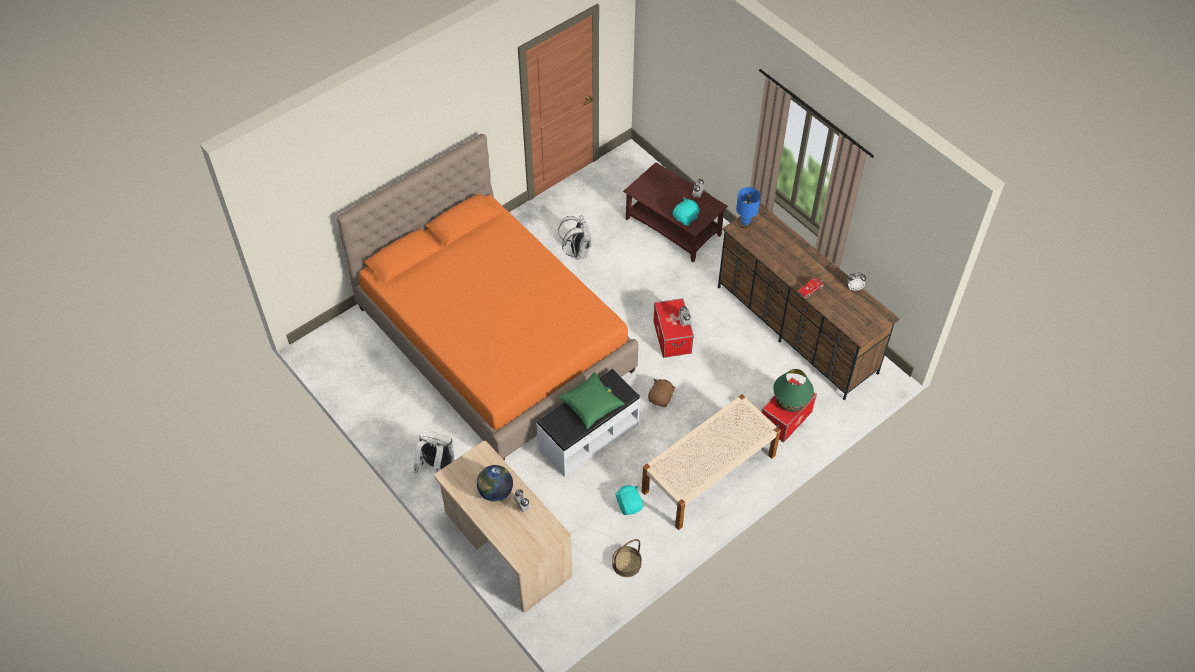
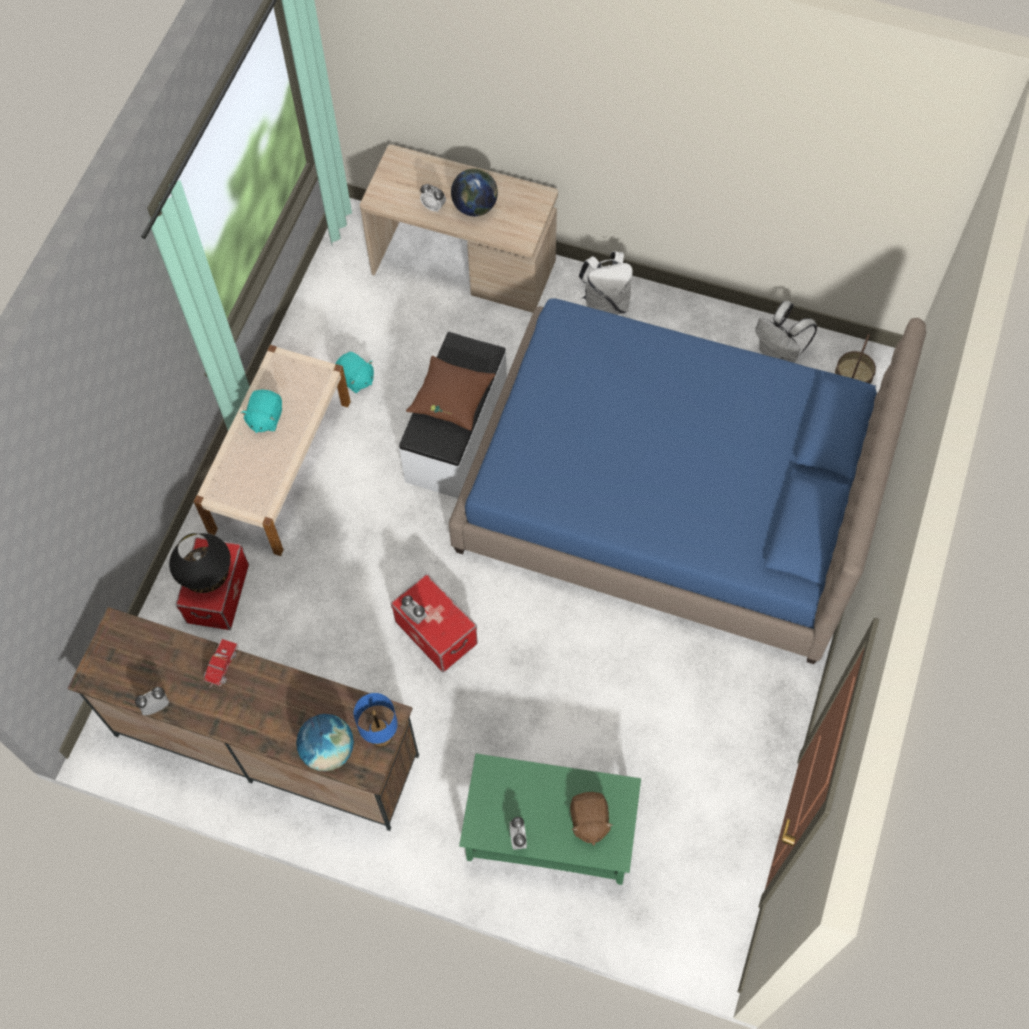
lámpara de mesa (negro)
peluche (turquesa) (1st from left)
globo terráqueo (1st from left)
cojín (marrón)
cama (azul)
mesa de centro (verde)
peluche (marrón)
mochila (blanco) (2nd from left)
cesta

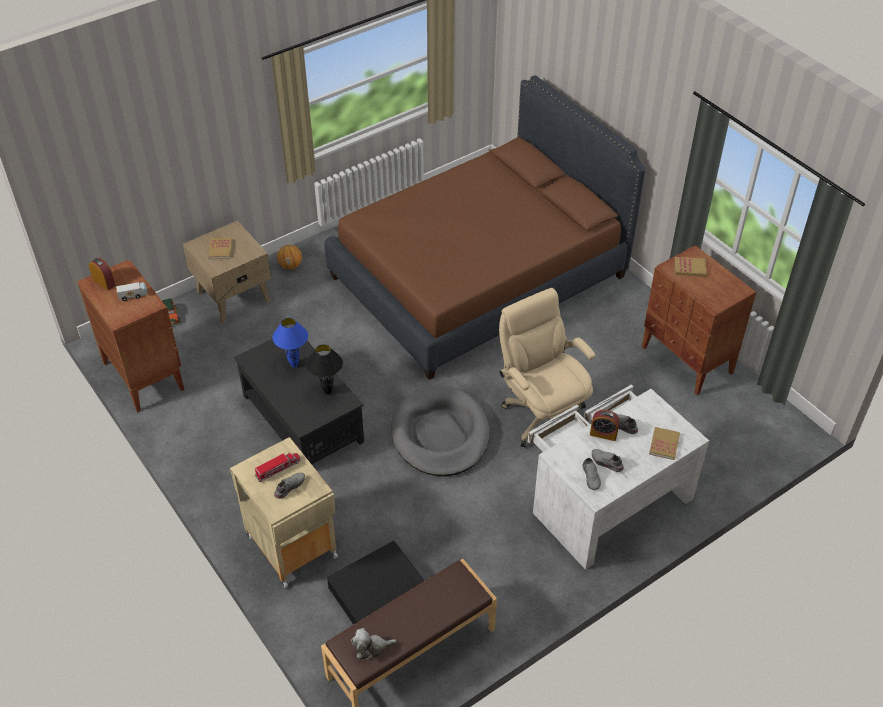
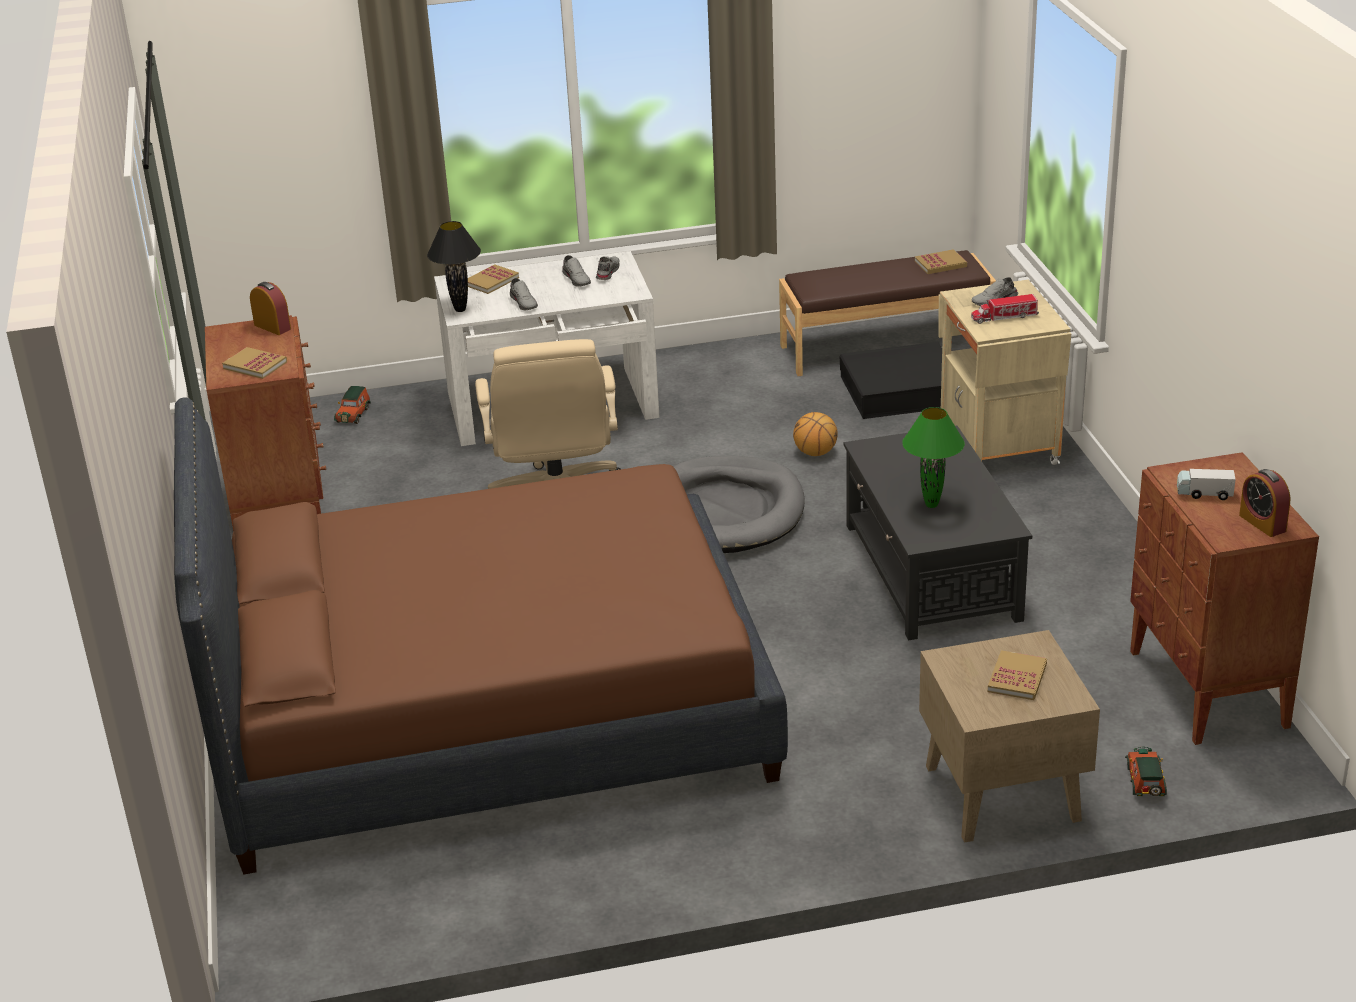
despertador (1st from left)
coche de juguete (1st from left)
lámpara de mesa (negro)
balón de baloncesto
lámpara de mesa (verde)
libro (3rd from left)

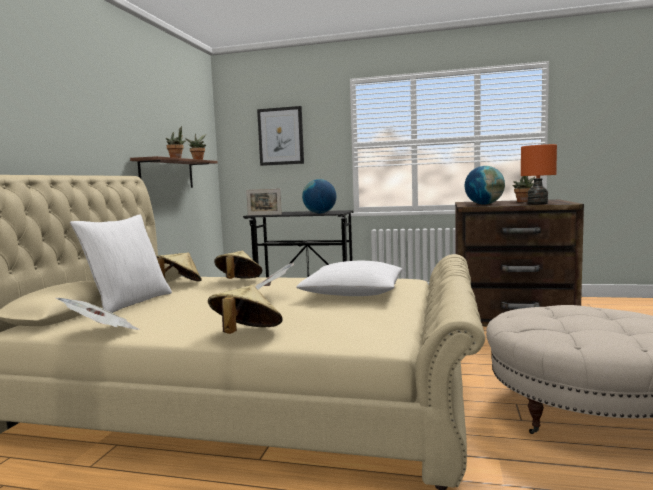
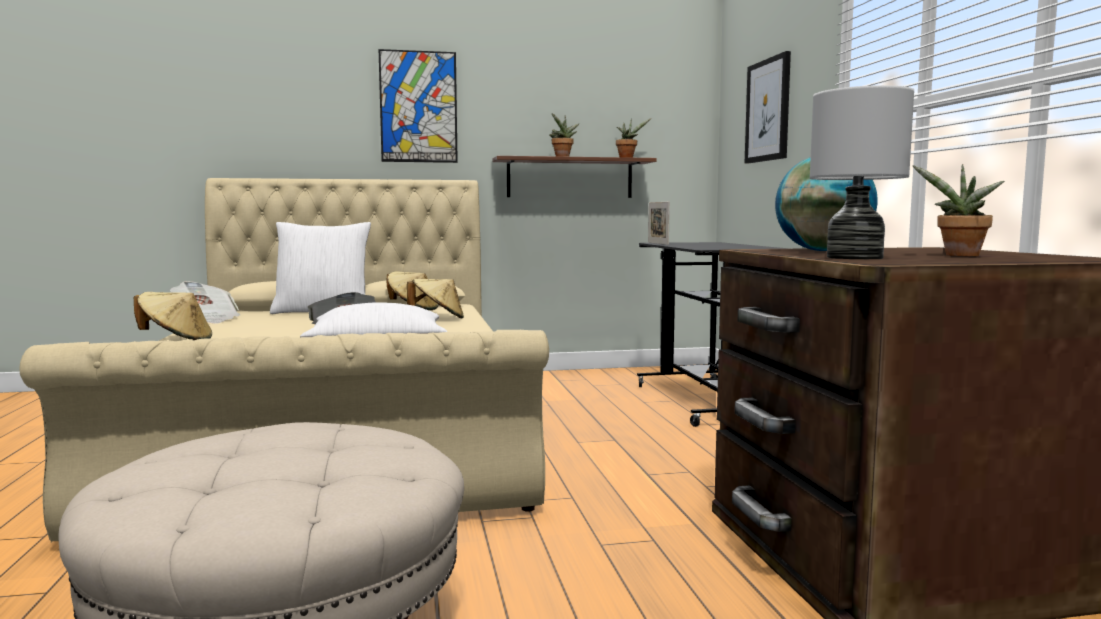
cuadro (1st from left)
lámpara de mesa (gris)
globo terráqueo (1st from left in the first image)

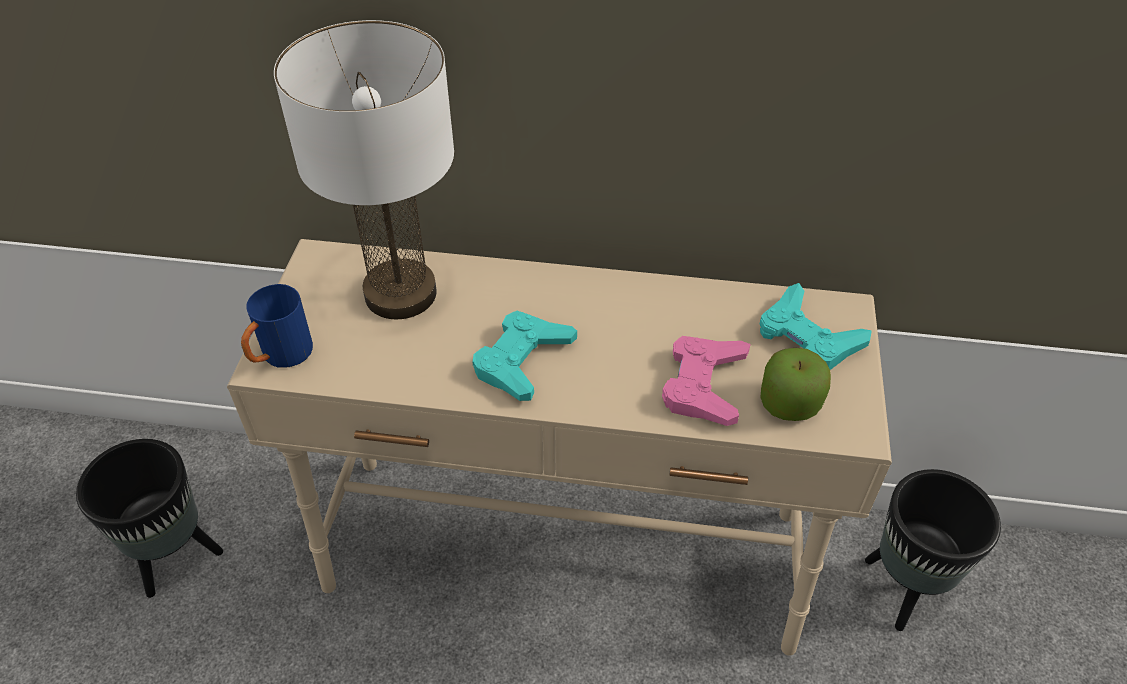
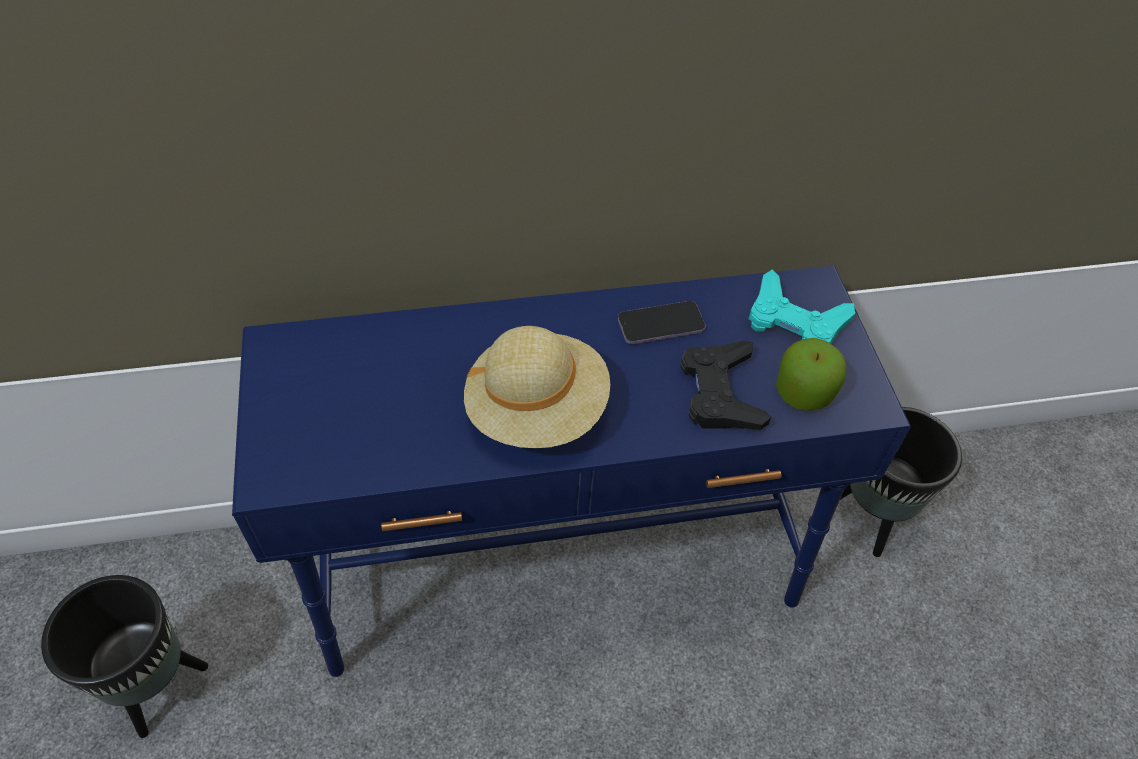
mesa consola (azul)
sombrero (beis)
móvil
mando de consola (negro)
taza grande (azul)
lámpara de mesa

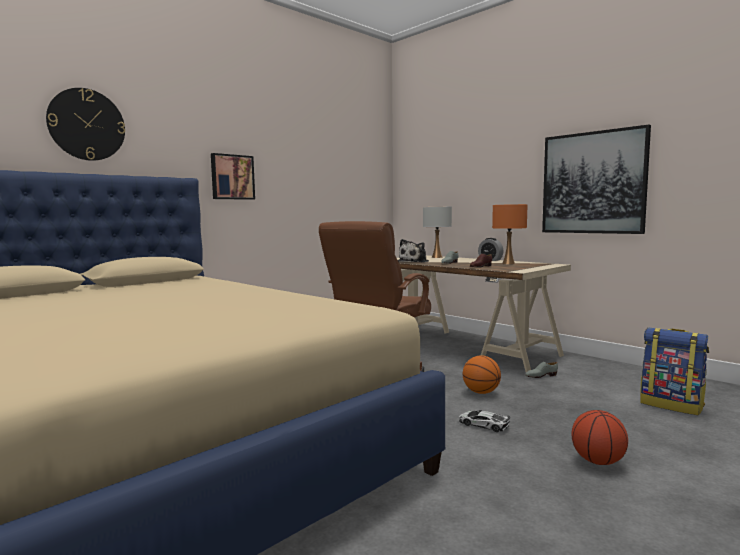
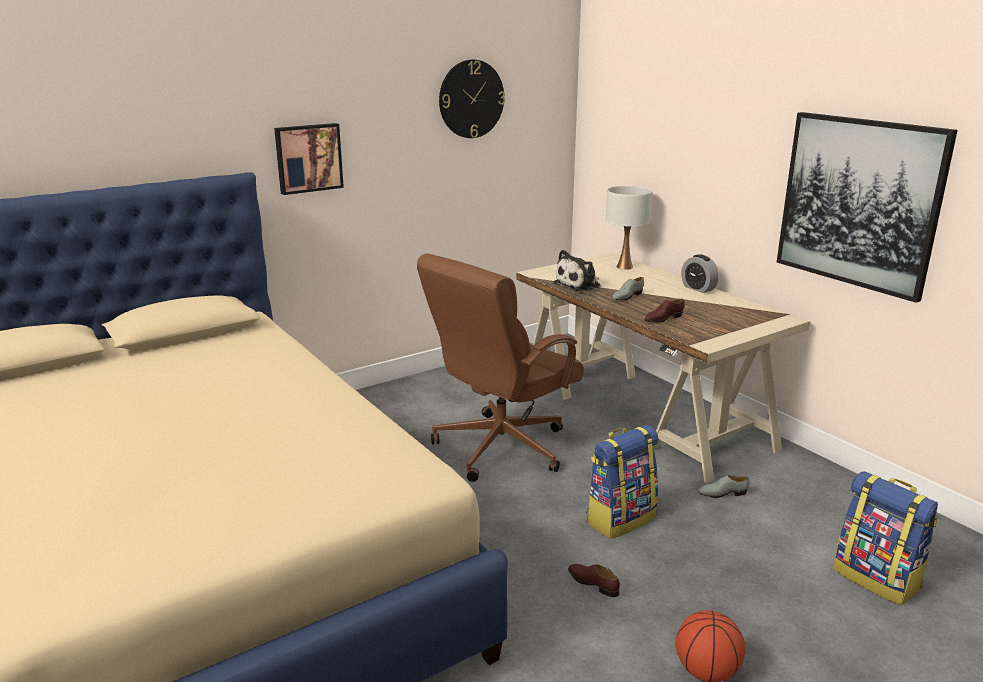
reloj de pared
zapato (marrón) (1st from left)
mochila (1st from left)
lámpara de mesa (naranja)

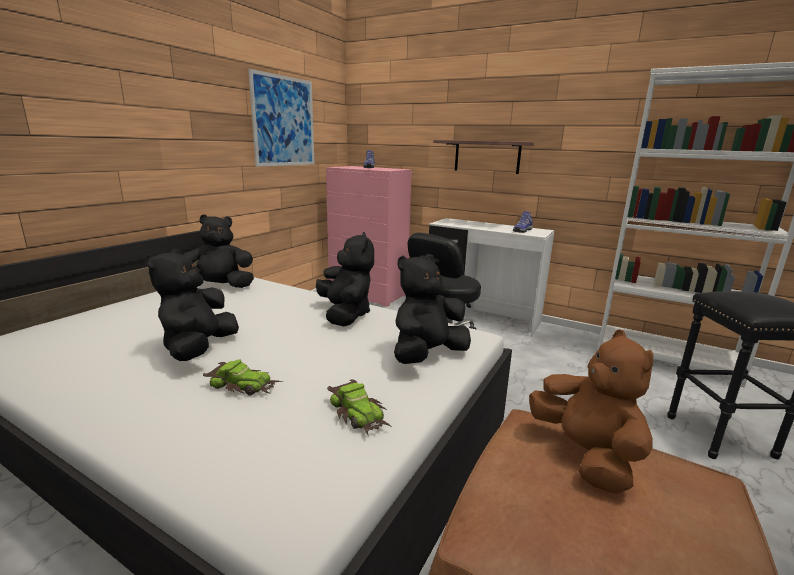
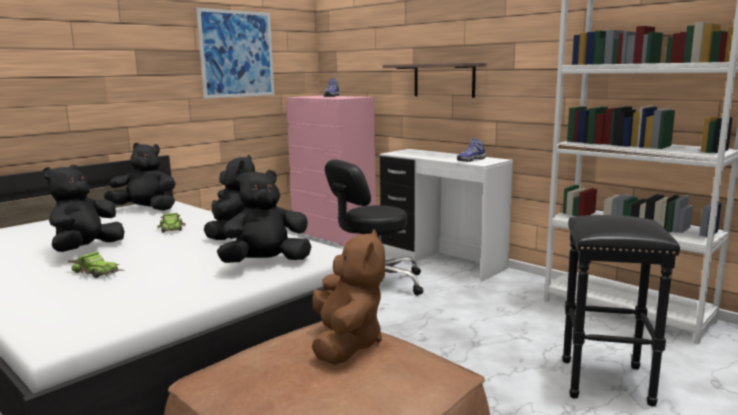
coche de juguete (2nd from left)

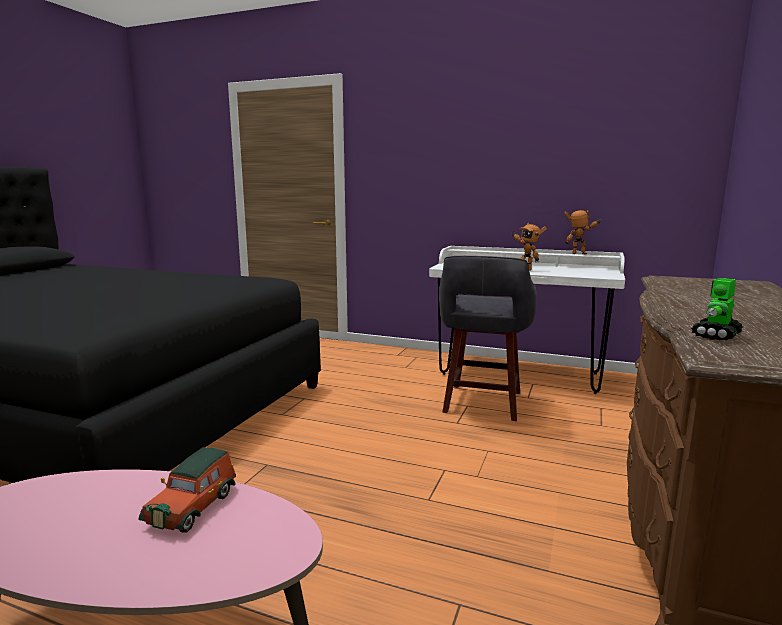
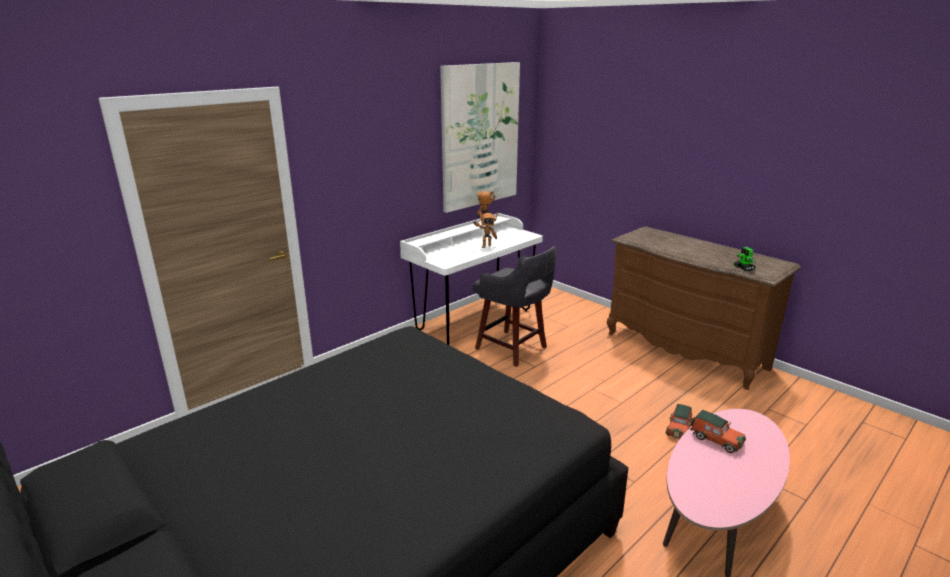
cuadro
coche de juguete (1st from left)

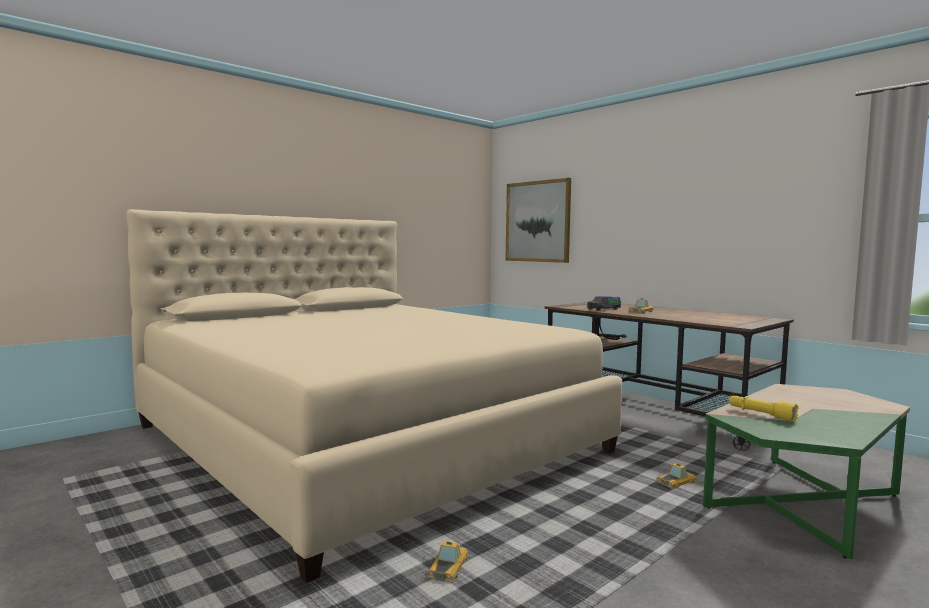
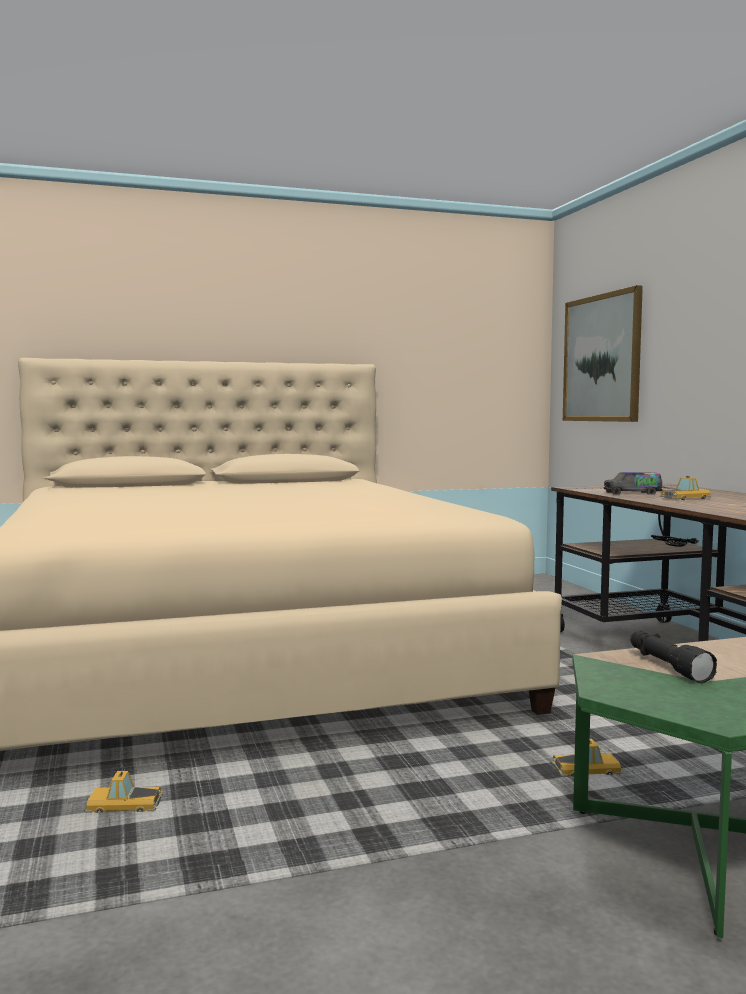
coche de juguete (1st from left)
linterna (negro)

